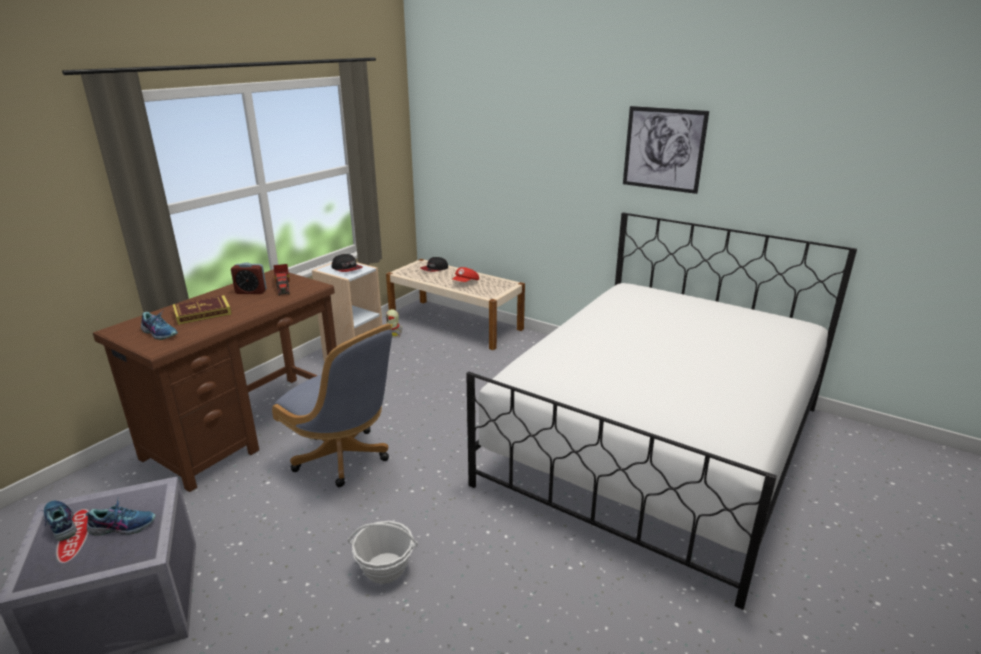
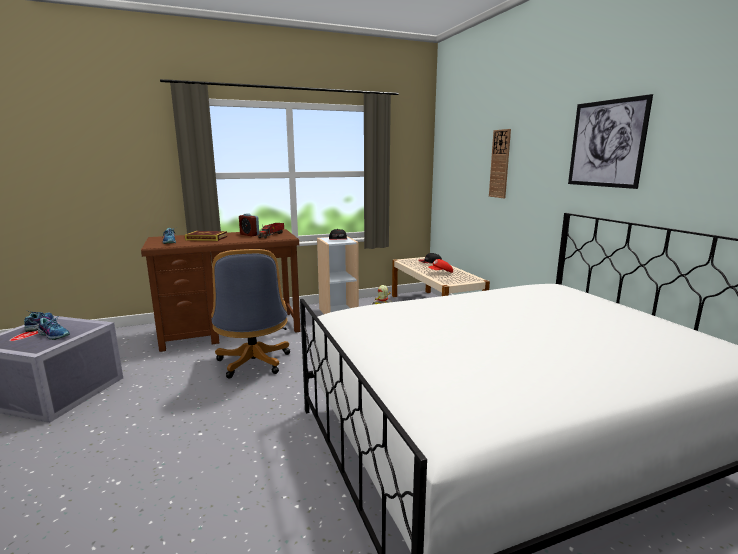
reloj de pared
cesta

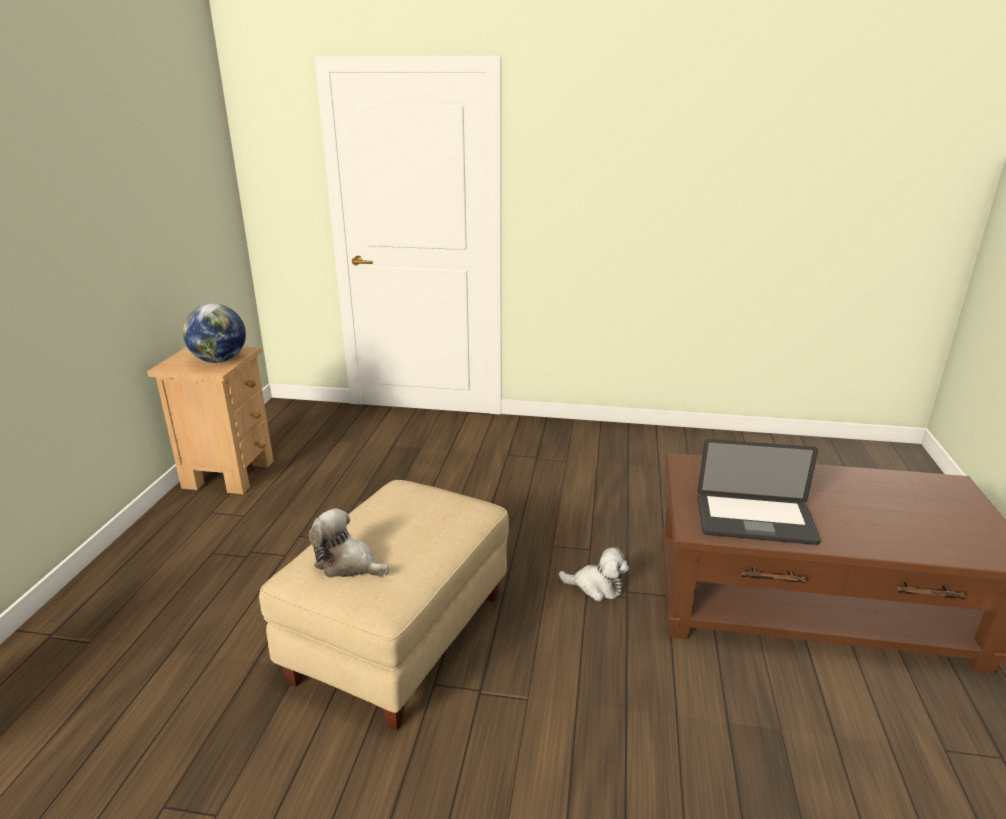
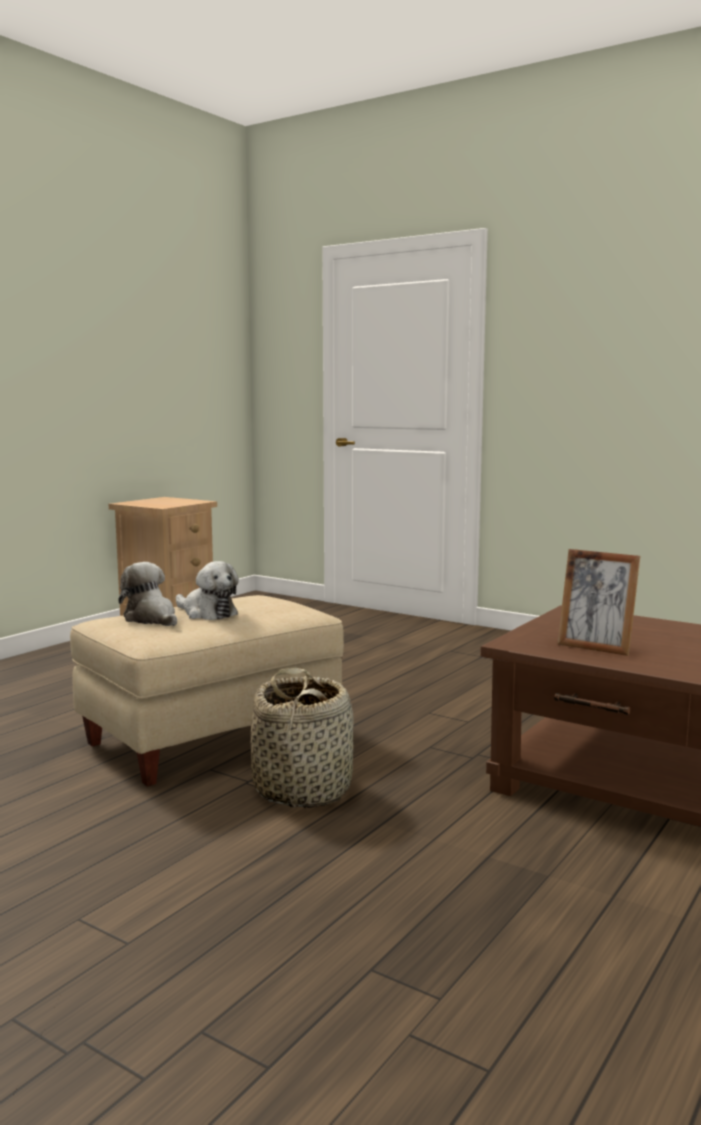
peluche (2nd from left)
cesta
portarretratos
globo terráqueo

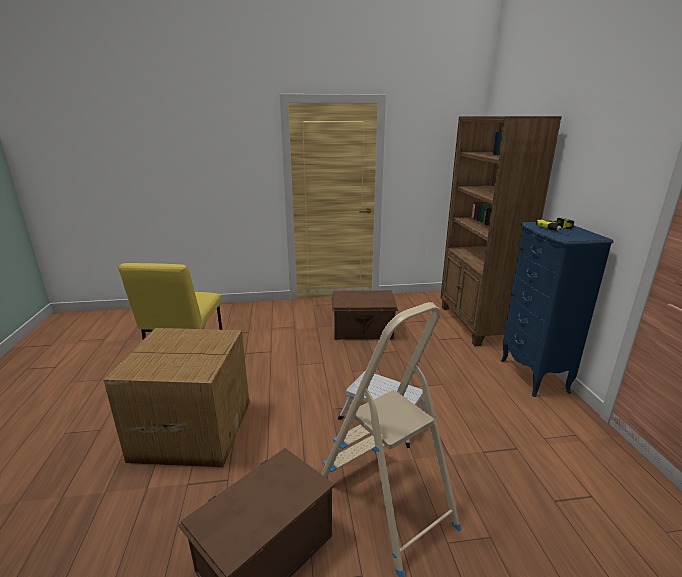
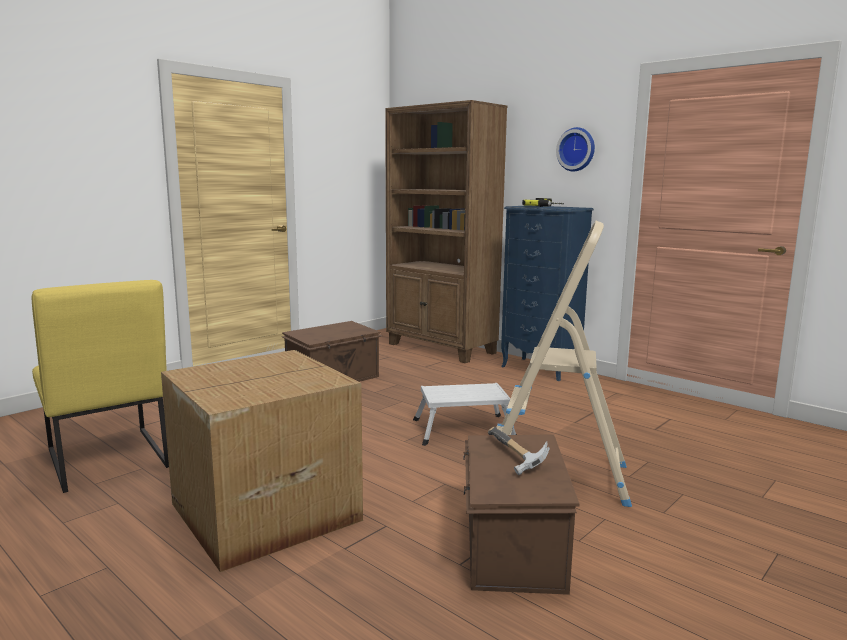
martillo
reloj de pared

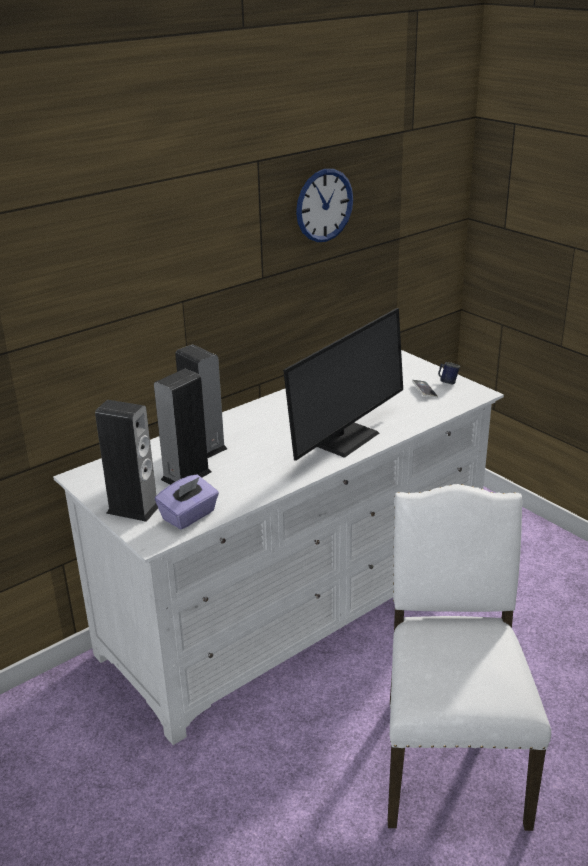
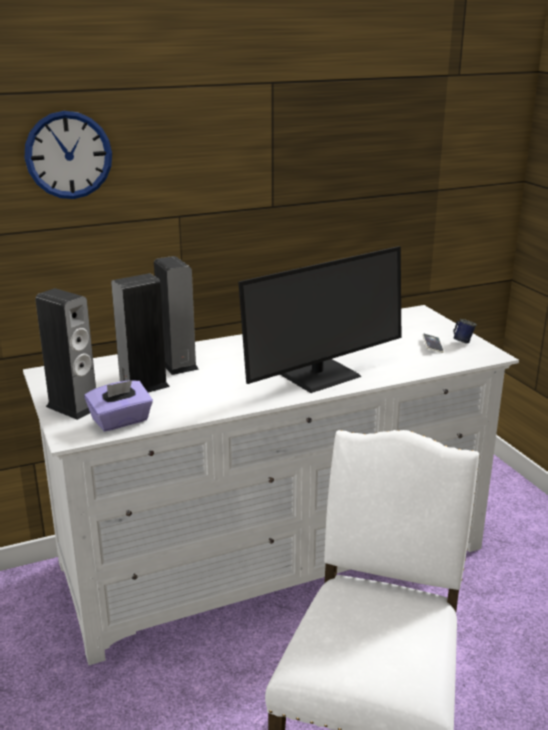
reloj de pared

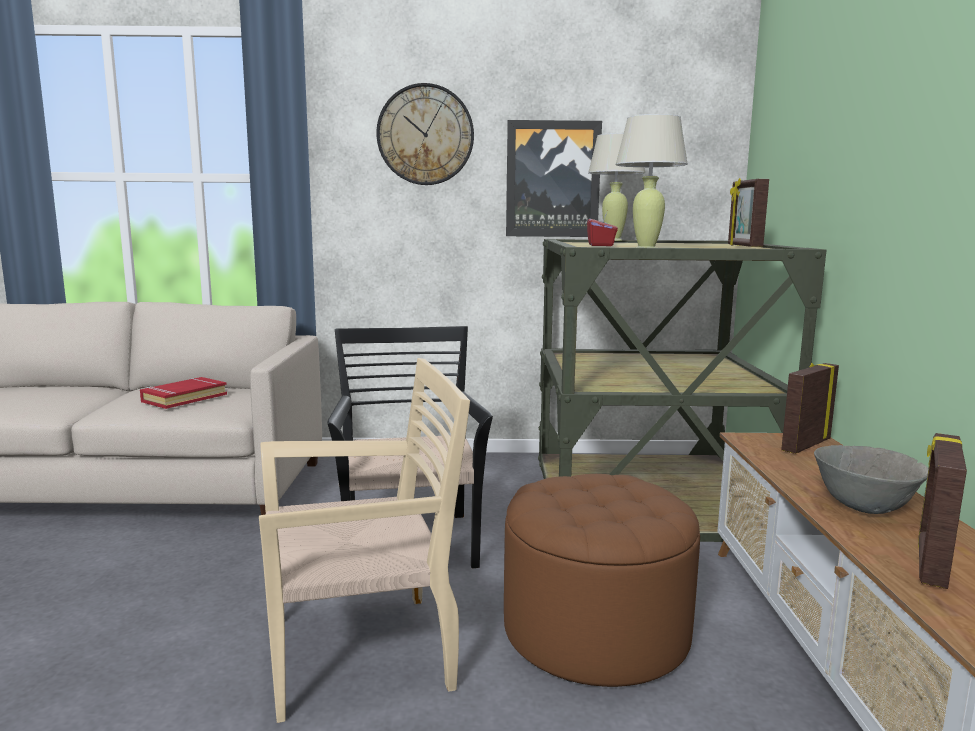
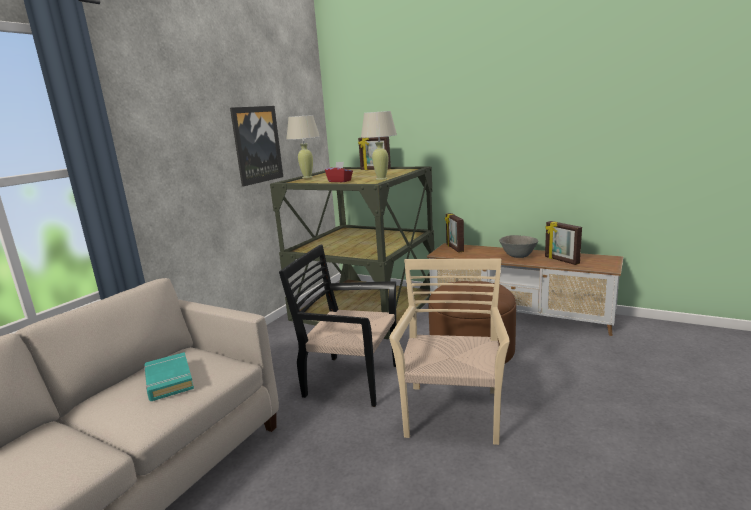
libro (turquesa)
reloj de pared

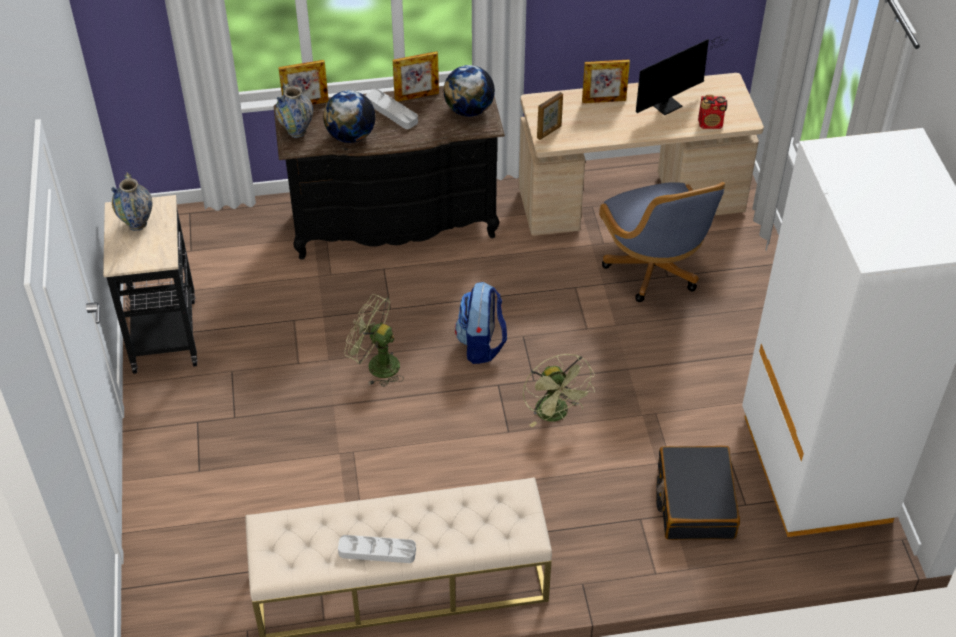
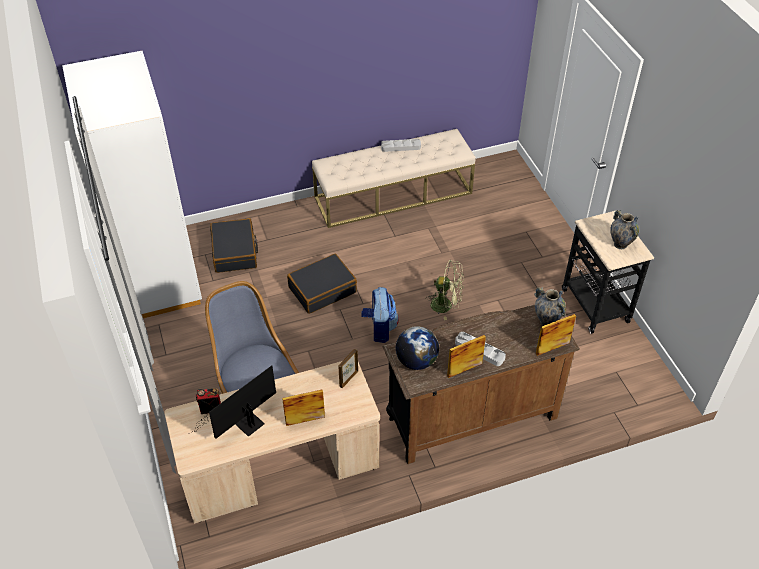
maleta (negro) (2nd from left)
globo terráqueo (1st from left in the first image)

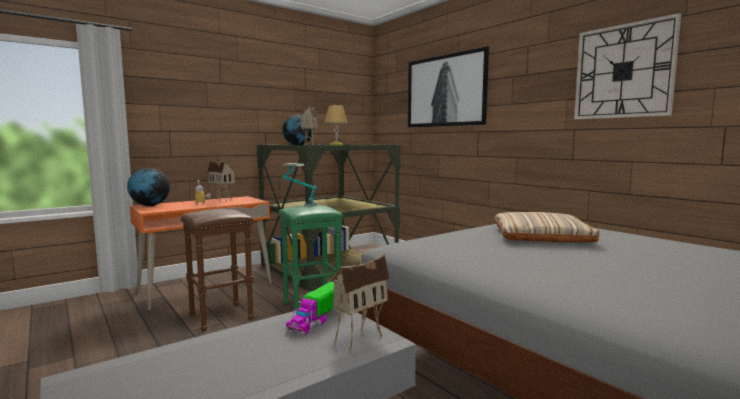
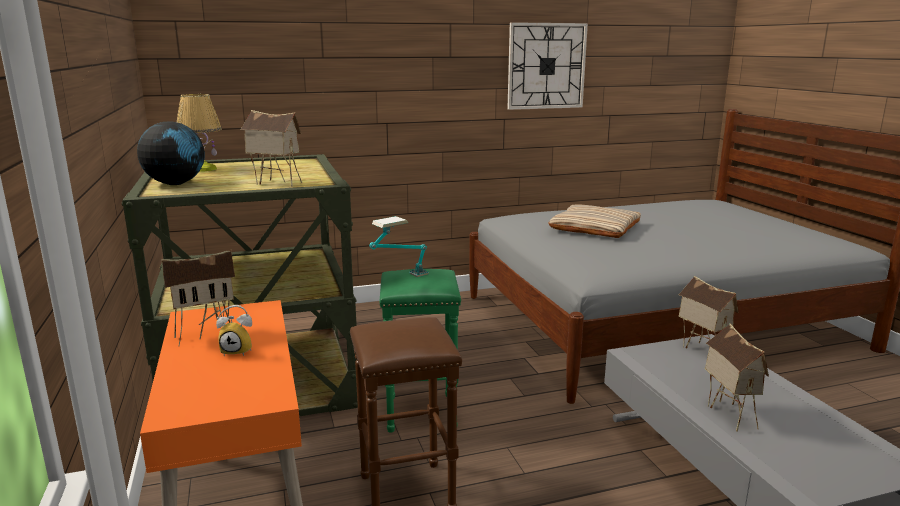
casita (4th from left)
globo terráqueo (1st from left in the first image)
camión de juguete
cuadro

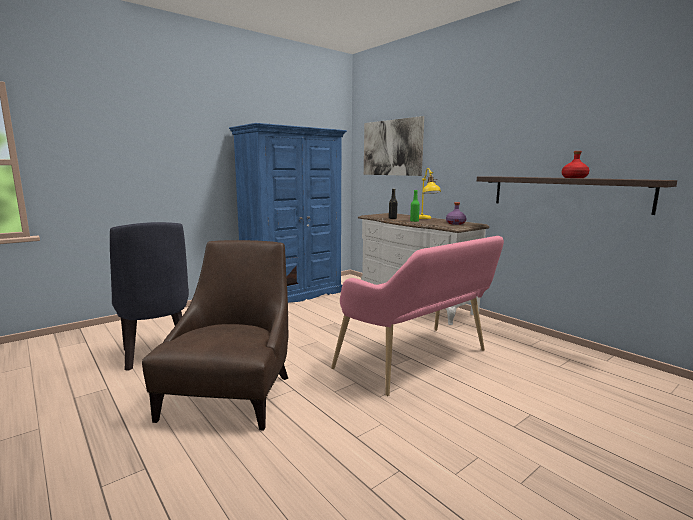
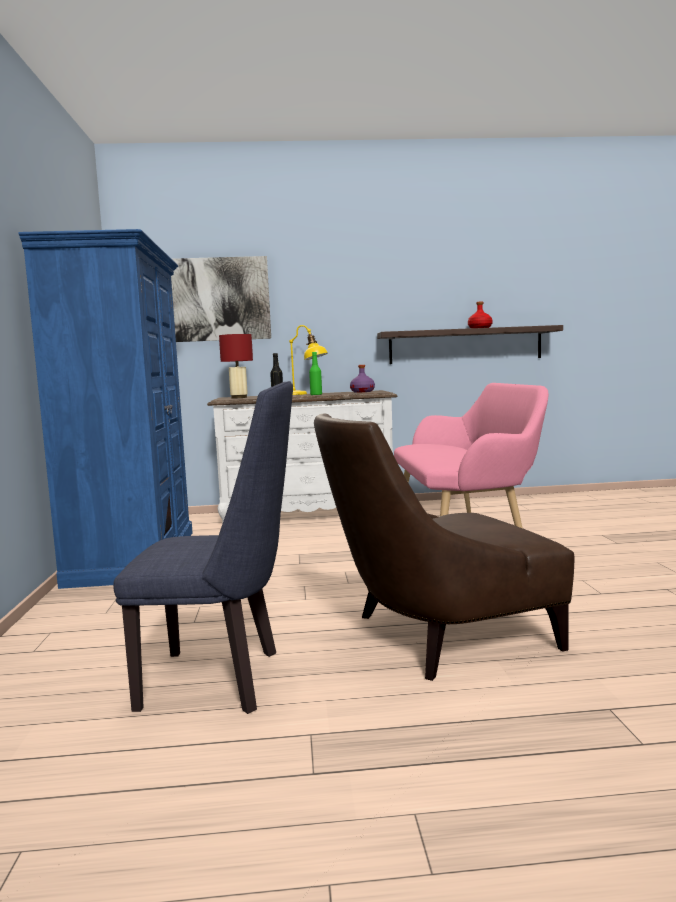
lámpara de mesa (rojo)
sillón (marrón)

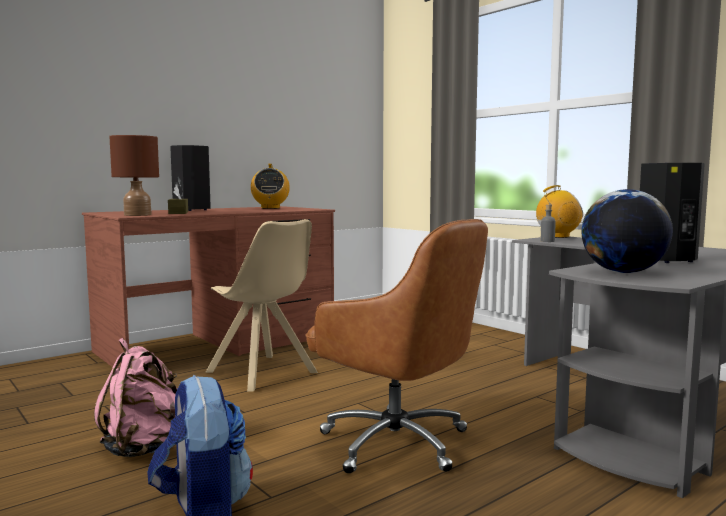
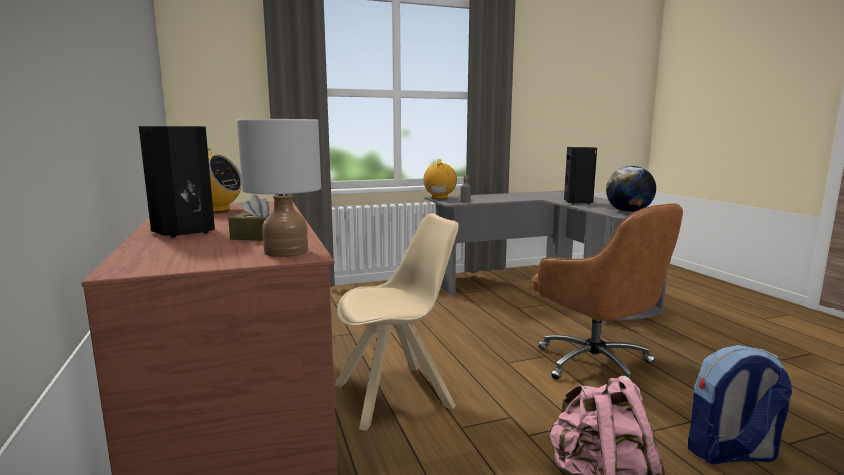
lámpara de mesa (gris)
silla de oficina (marrón)

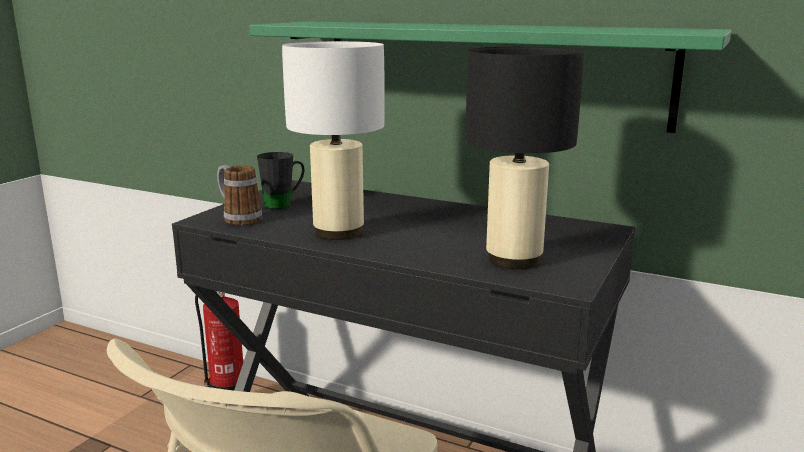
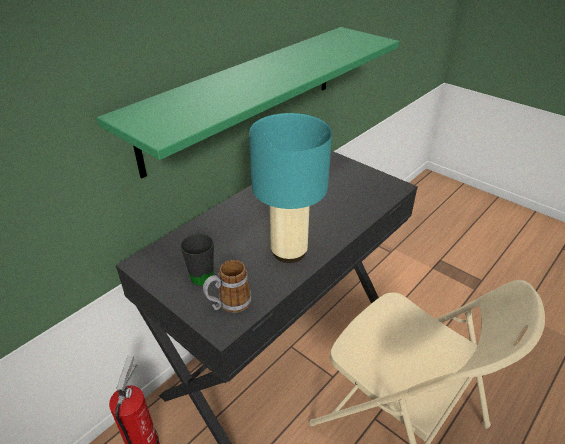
lámpara de mesa (turquesa)
lámpara de mesa (negro)

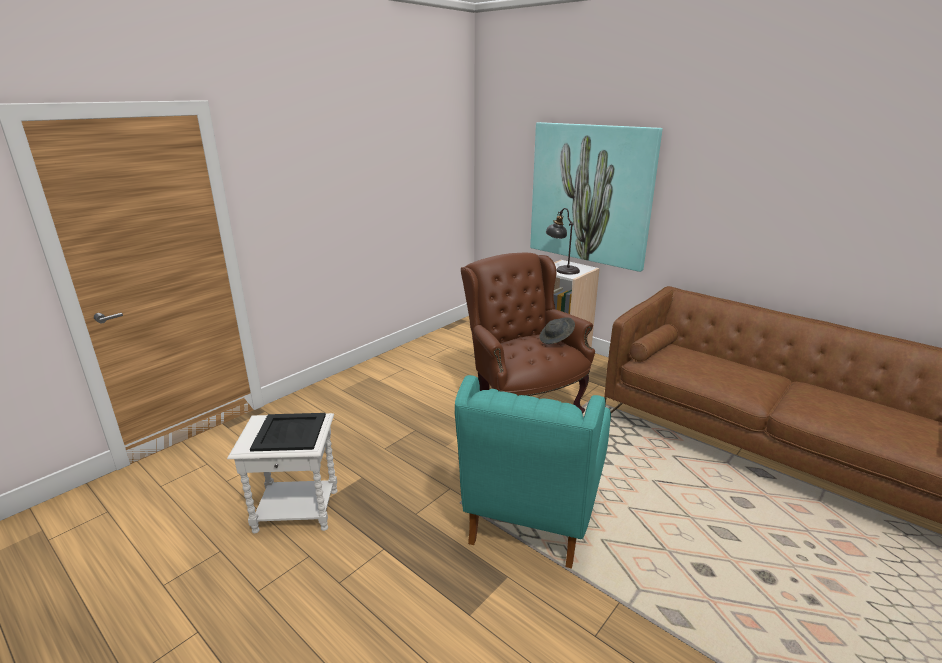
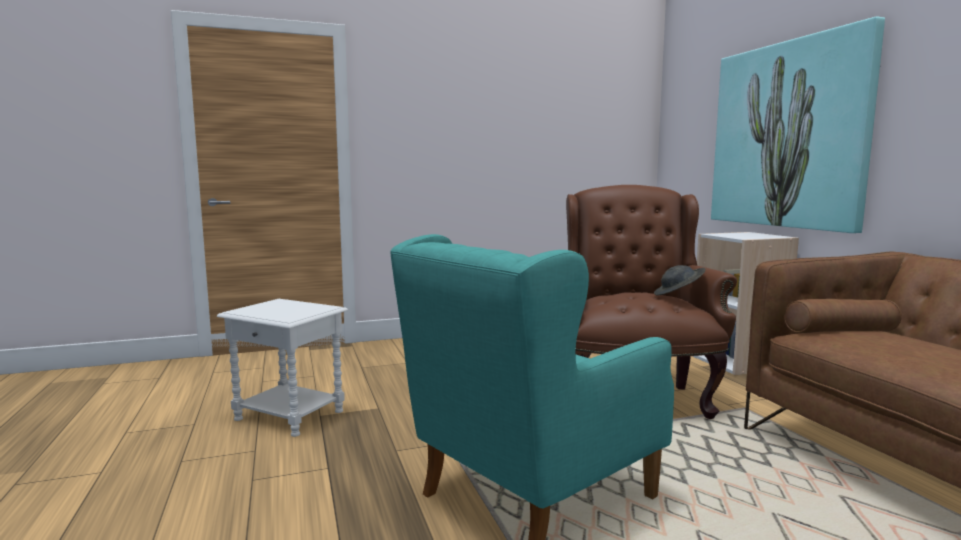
bandeja (negro)
lámpara de mesa (gris)

